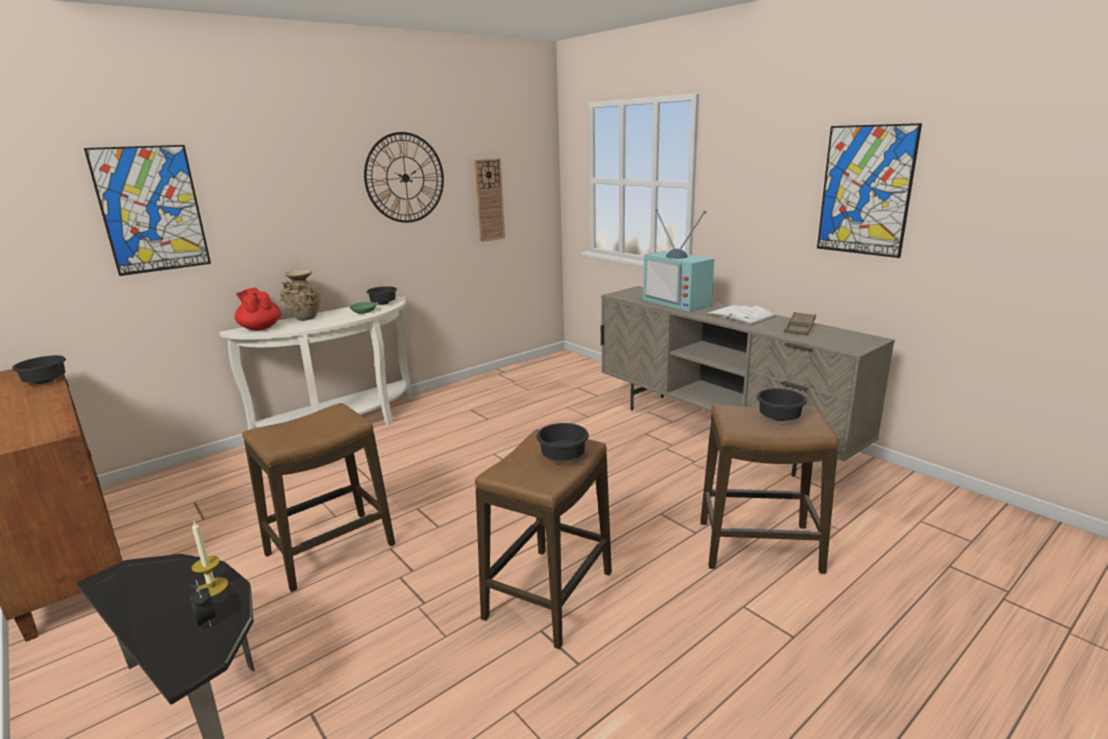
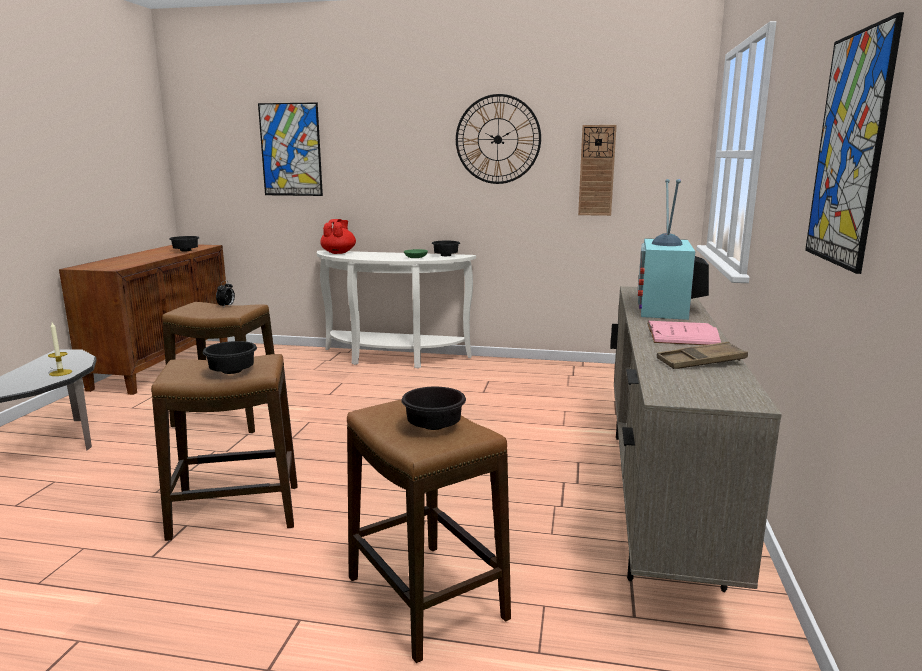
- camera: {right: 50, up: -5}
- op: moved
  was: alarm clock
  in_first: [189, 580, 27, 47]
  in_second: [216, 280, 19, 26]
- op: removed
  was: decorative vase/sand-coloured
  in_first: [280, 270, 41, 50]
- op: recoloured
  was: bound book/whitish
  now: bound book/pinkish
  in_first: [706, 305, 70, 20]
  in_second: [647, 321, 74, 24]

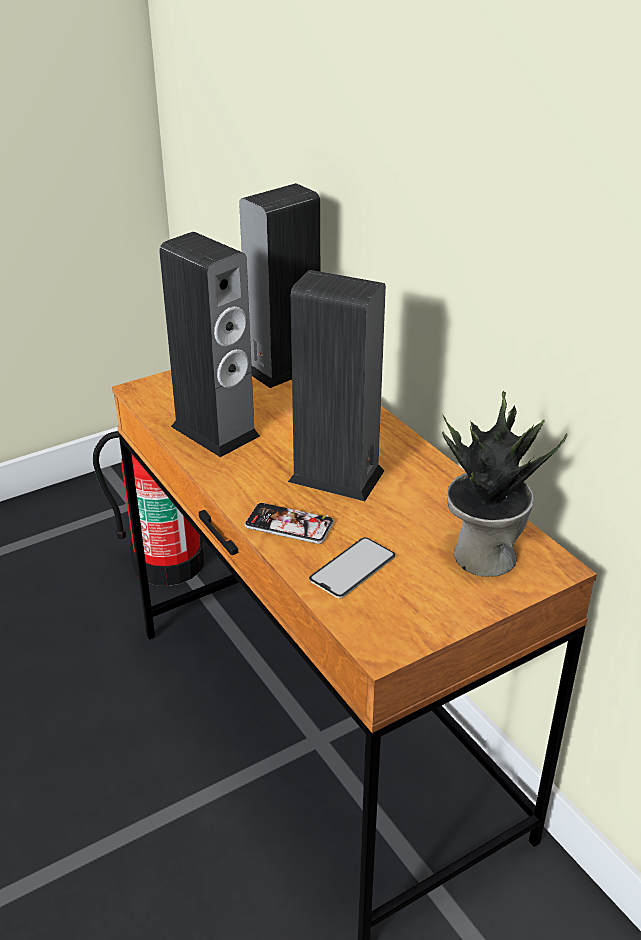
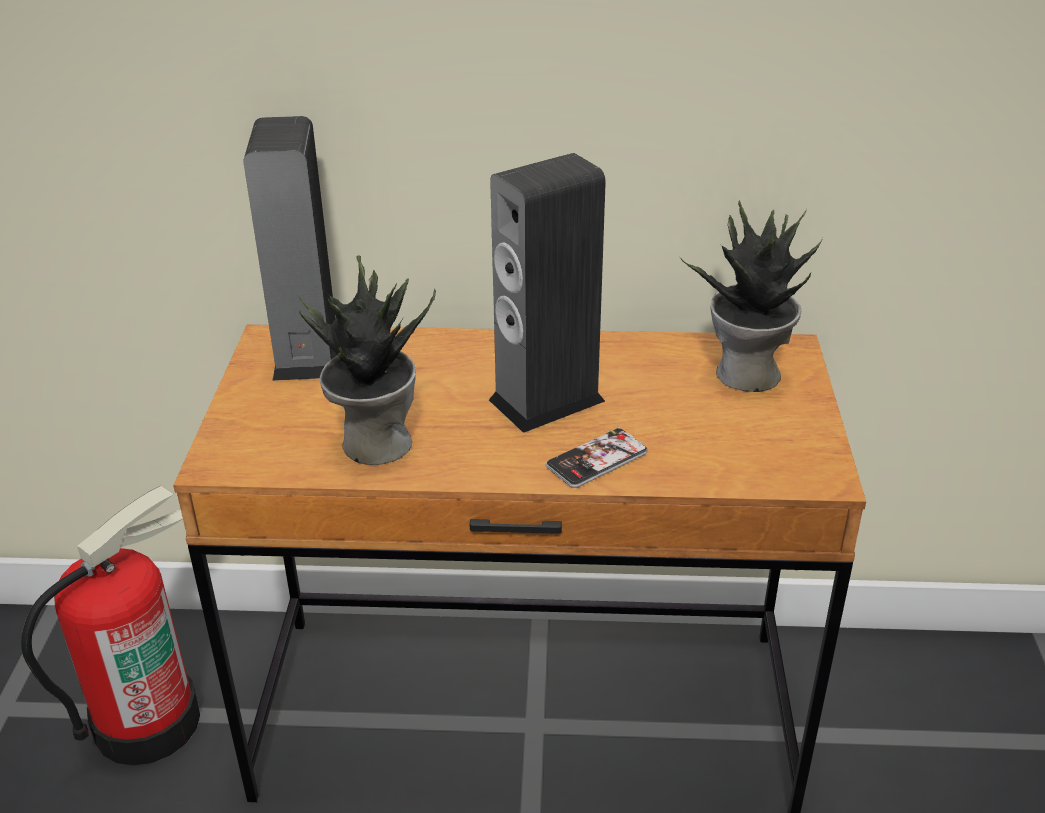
- camera: {right: -55, up: 0}
- op: replaced
  was: audio speaker
  now: houseplant
  in_first: [159, 232, 101, 225]
  in_second: [297, 255, 139, 210]
- op: removed
  was: phone
  in_first: [309, 537, 86, 61]

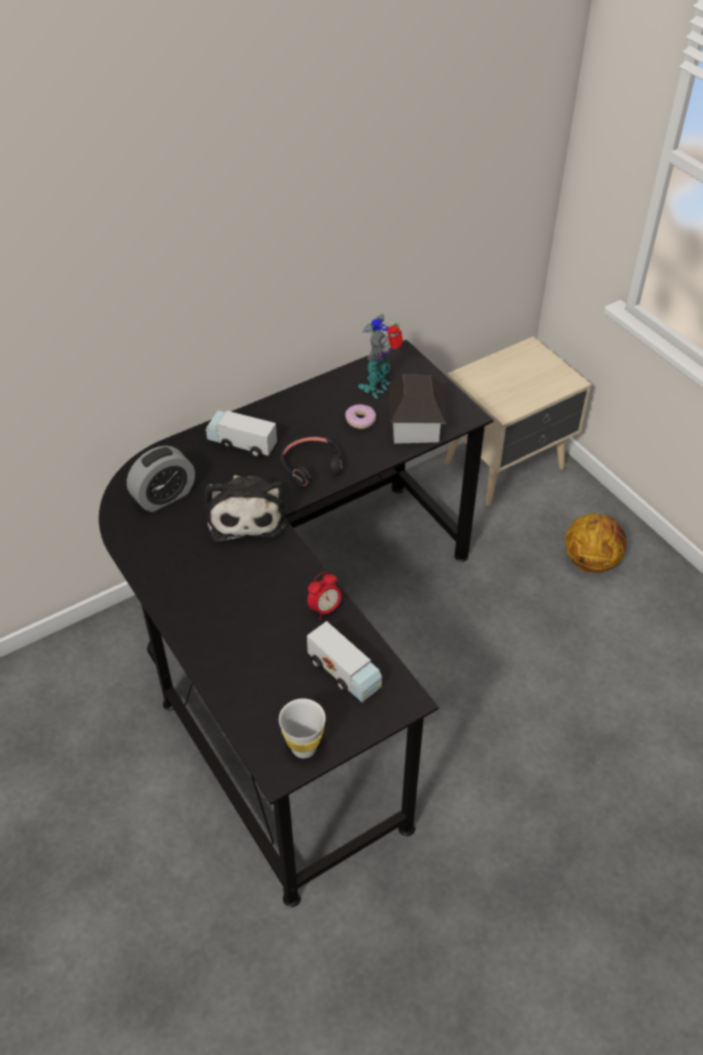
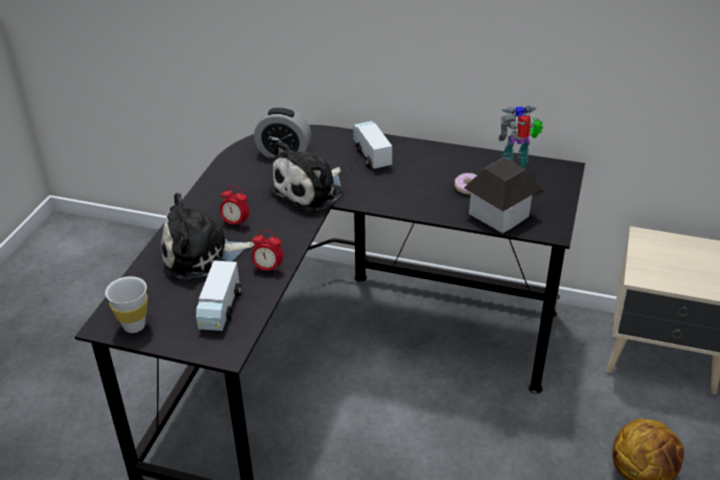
- camera: {right: 50, up: -10}
- op: removed
  was: headset/blackish
  in_first: [280, 436, 63, 51]
- op: added
  now: soft toy
  in_second: [161, 192, 94, 87]
- op: added
  now: alarm clock
  in_second: [220, 185, 29, 44]

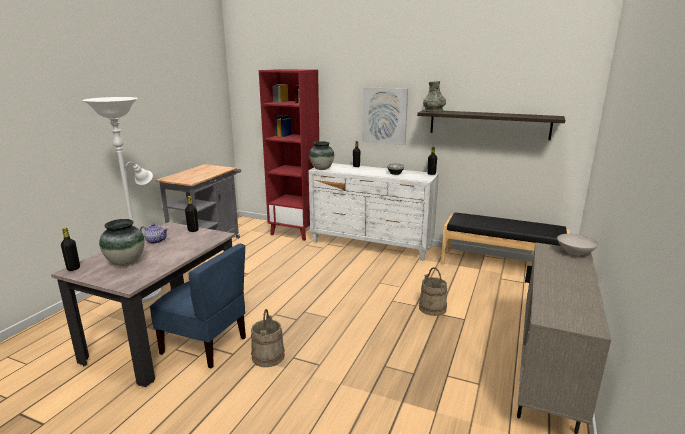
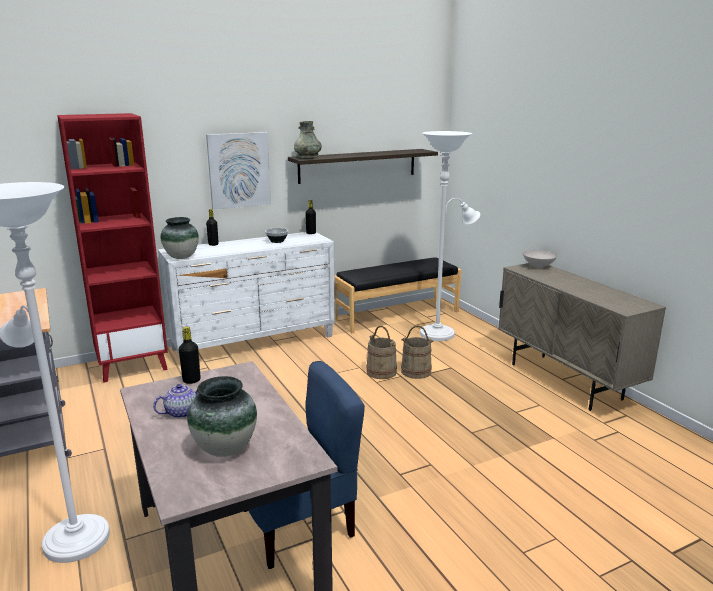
- camera: {right: -50, up: 0}
- op: removed
  was: bottle/blackish
  in_first: [61, 227, 19, 44]
- op: moved
  was: bucket/sand-coloured
  in_first: [251, 309, 34, 58]
  in_second: [366, 326, 31, 53]
- op: added
  now: floor lamp/whitish
  in_second: [420, 131, 60, 210]

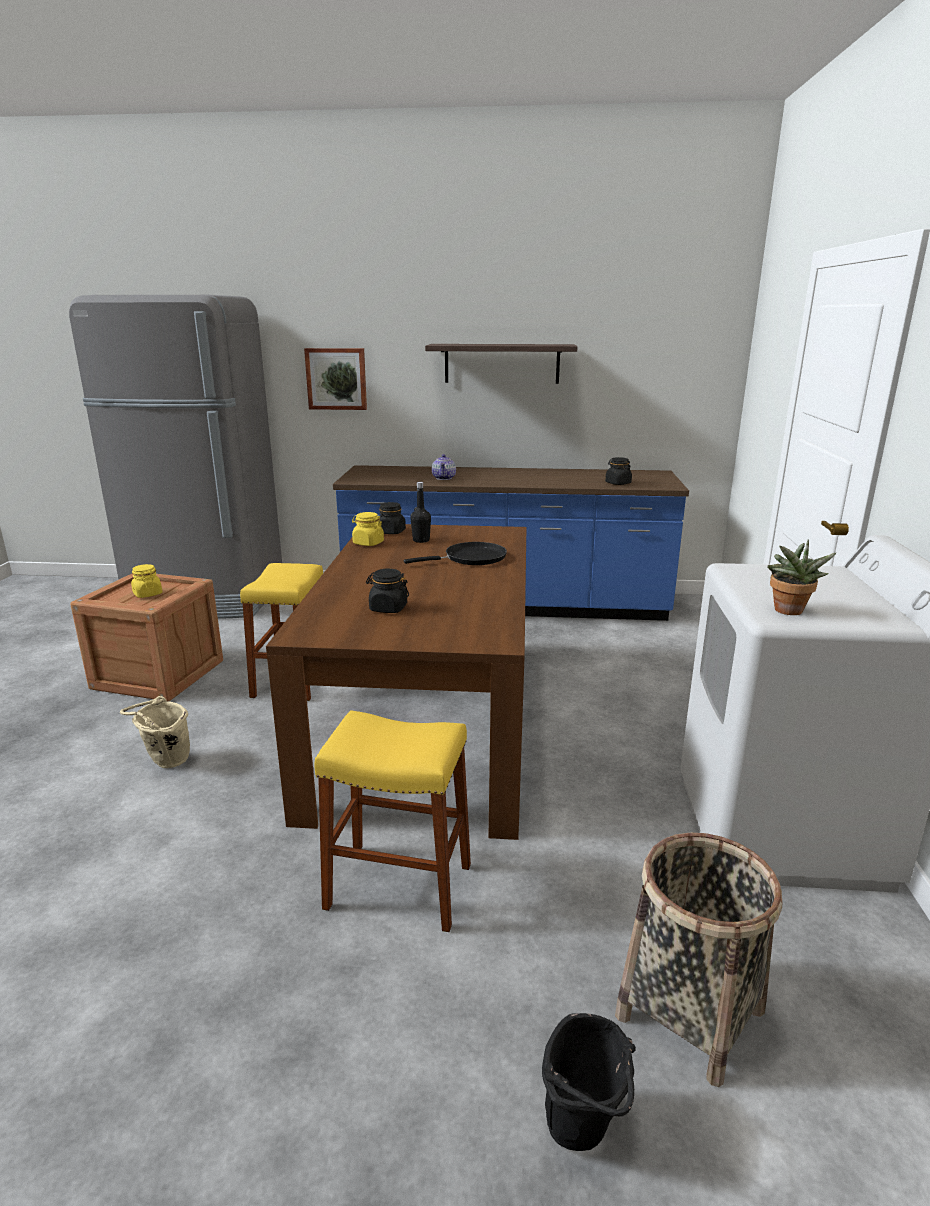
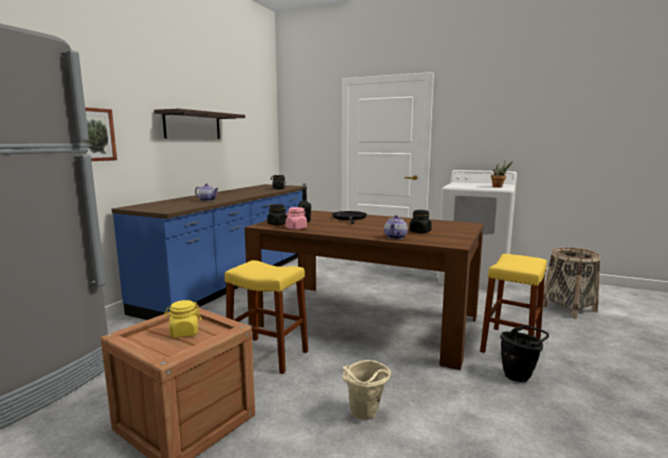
- camera: {right: -70, up: -10}
- op: recoloured
  was: storage jar/yellowish
  now: storage jar/pinkish
  in_first: [352, 512, 32, 34]
  in_second: [285, 207, 22, 23]
- op: moved
  was: bucket/blackish
  in_first: [542, 1013, 94, 138]
  in_second: [500, 325, 49, 57]
- op: added
  now: tea pot
  in_second: [384, 215, 24, 24]

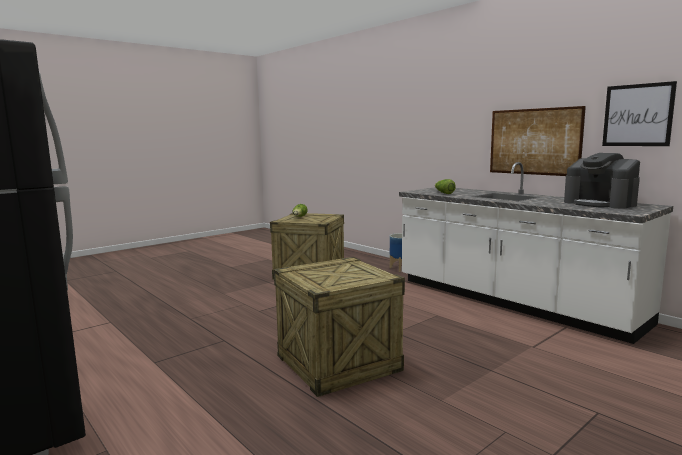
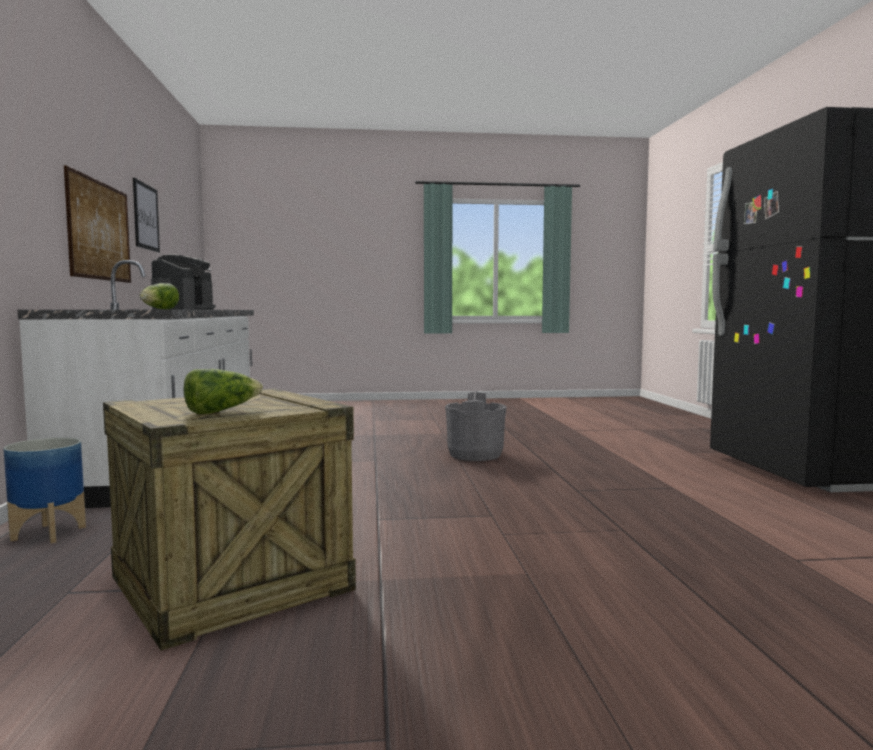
- camera: {right: -145, up: -5}
- op: replaced
  was: shipping crate
  now: bucket/gray
  in_first: [274, 257, 131, 140]
  in_second: [445, 391, 61, 70]

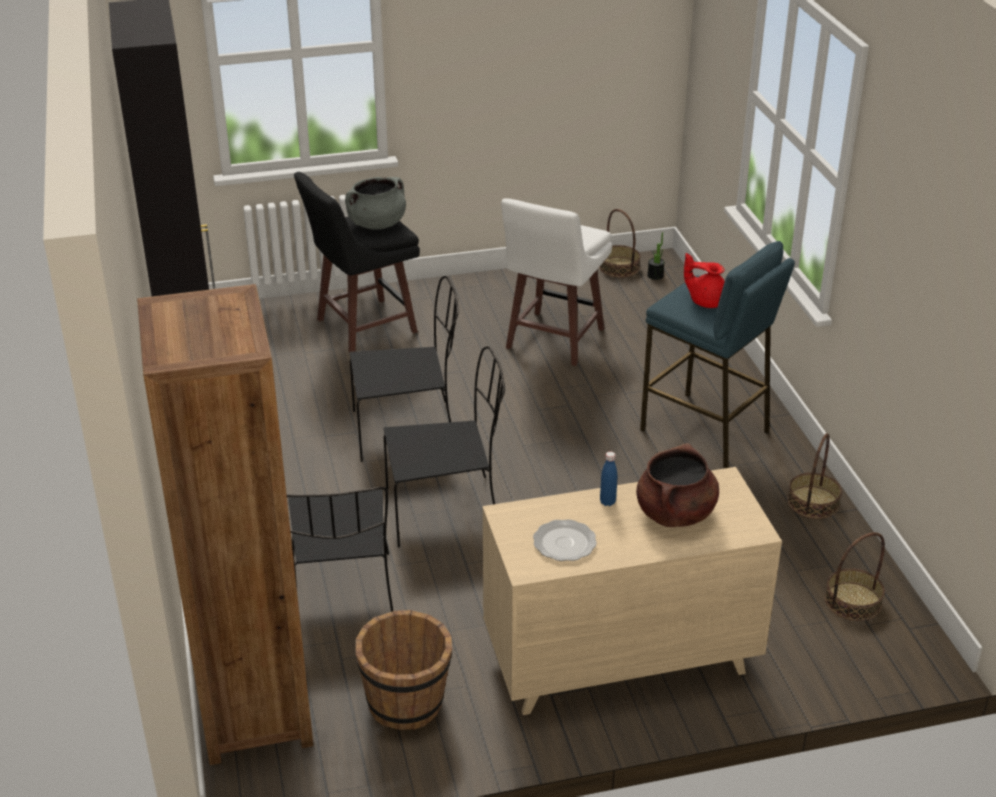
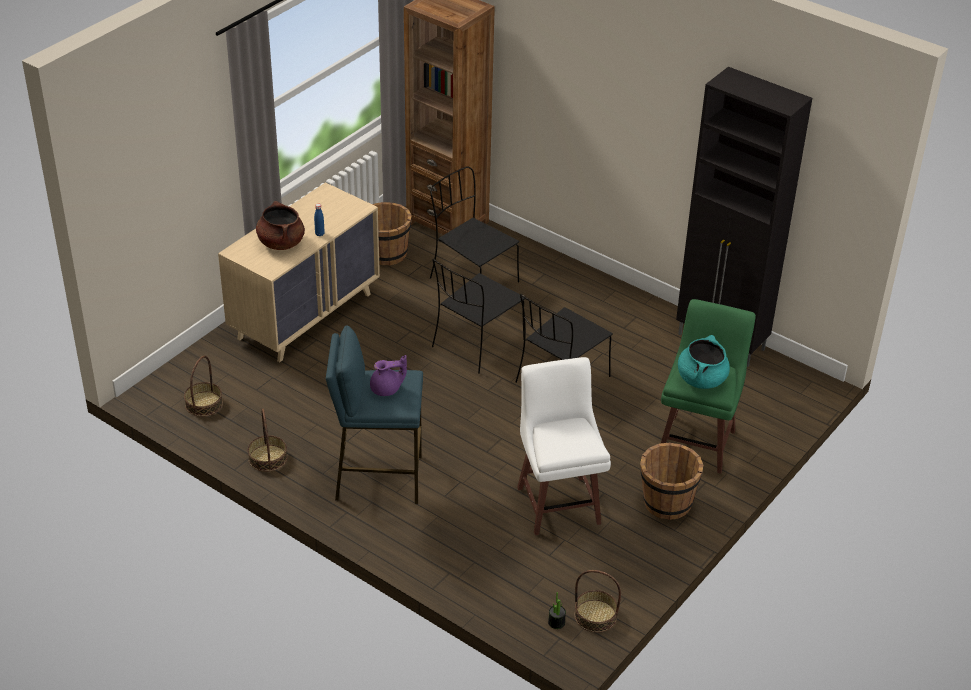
- camera: {right: 140, up: 5}
- op: recoloured
  was: sitting stool/blackish
  now: sitting stool/green
  in_first: [294, 172, 126, 181]
  in_second: [661, 299, 95, 175]
- op: recoloured
  was: stockpot/gray
  now: stockpot/turquoise
  in_first: [345, 177, 61, 52]
  in_second: [678, 335, 52, 54]
- op: removed
  was: flat dish
  in_first: [533, 519, 64, 42]
- op: recoloured
  was: tea pot/red-coloured
  now: tea pot/purple
  in_first: [684, 253, 41, 55]
  in_second: [370, 355, 37, 41]
- op: added
  now: bucket/brown-coloured
  in_second: [640, 443, 63, 77]

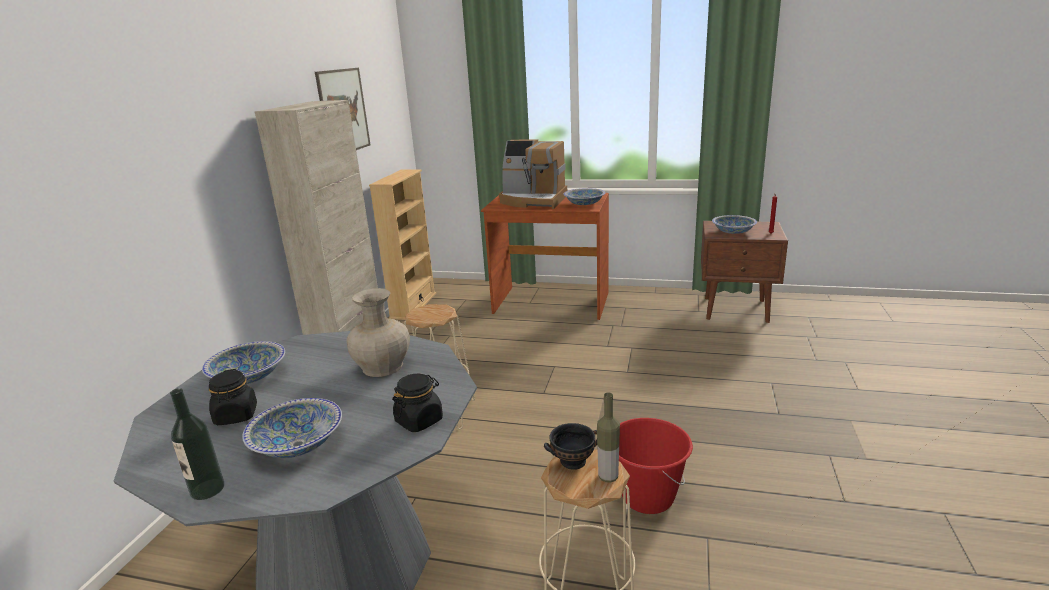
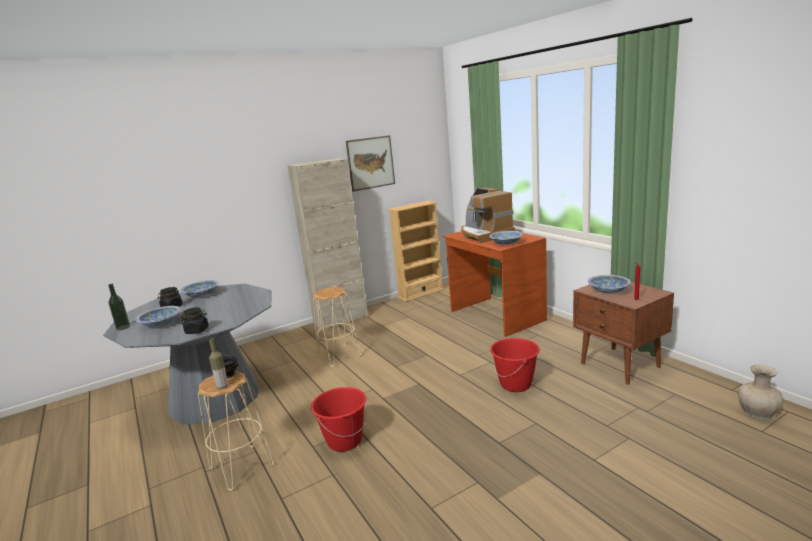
- camera: {right: 45, up: -5}
- op: moved
  was: decorative vase/sand-coloured
  in_first: [346, 288, 64, 89]
  in_second: [738, 365, 46, 55]
- op: added
  now: bucket/red-coloured
  in_second: [490, 338, 50, 54]

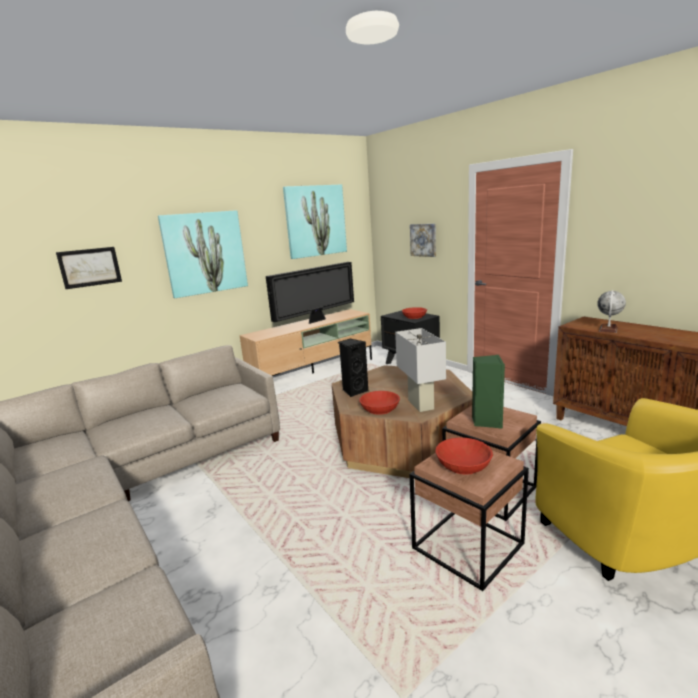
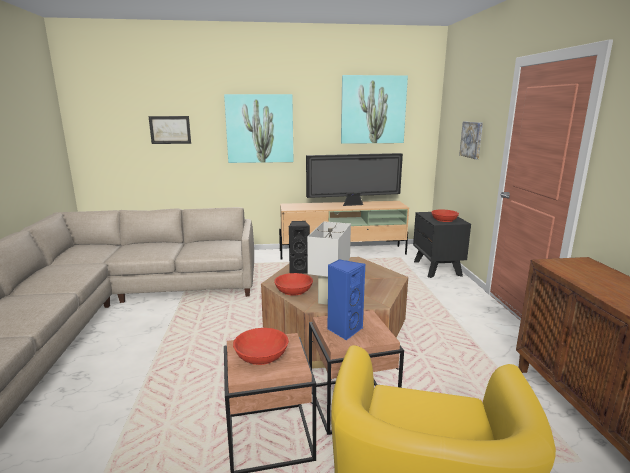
- camera: {right: 30, up: 0}
- op: recoloured
  was: audio speaker/green
  now: audio speaker/blue
  in_first: [472, 355, 33, 74]
  in_second: [327, 259, 38, 82]
- op: removed
  was: globe
  in_first: [597, 290, 29, 43]

